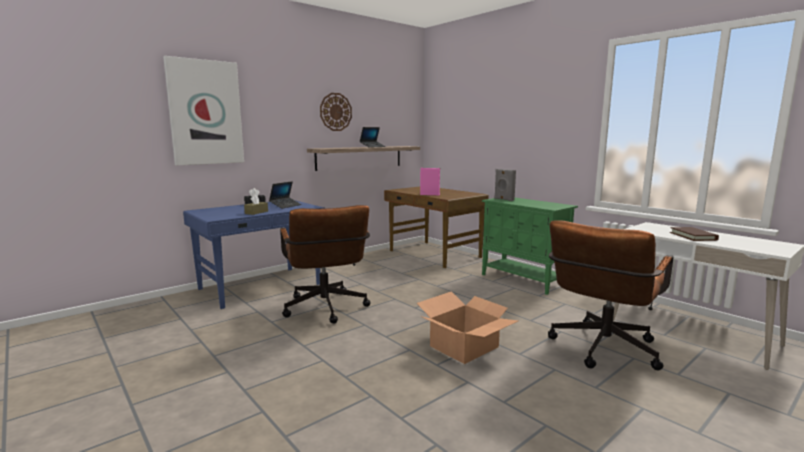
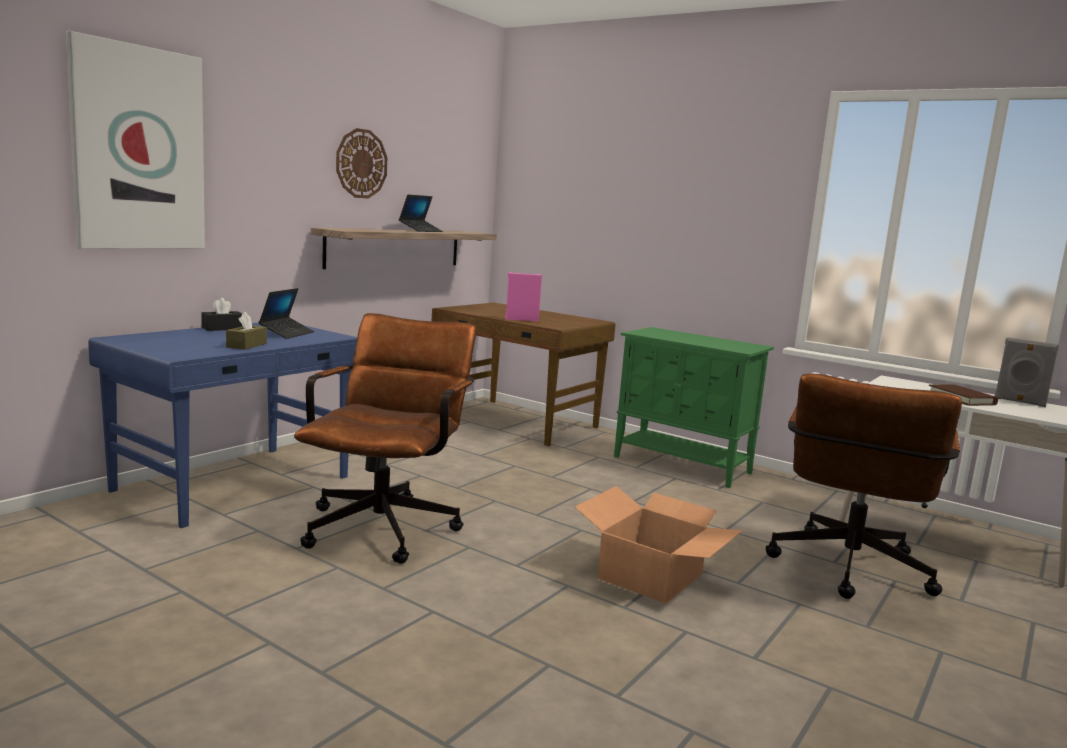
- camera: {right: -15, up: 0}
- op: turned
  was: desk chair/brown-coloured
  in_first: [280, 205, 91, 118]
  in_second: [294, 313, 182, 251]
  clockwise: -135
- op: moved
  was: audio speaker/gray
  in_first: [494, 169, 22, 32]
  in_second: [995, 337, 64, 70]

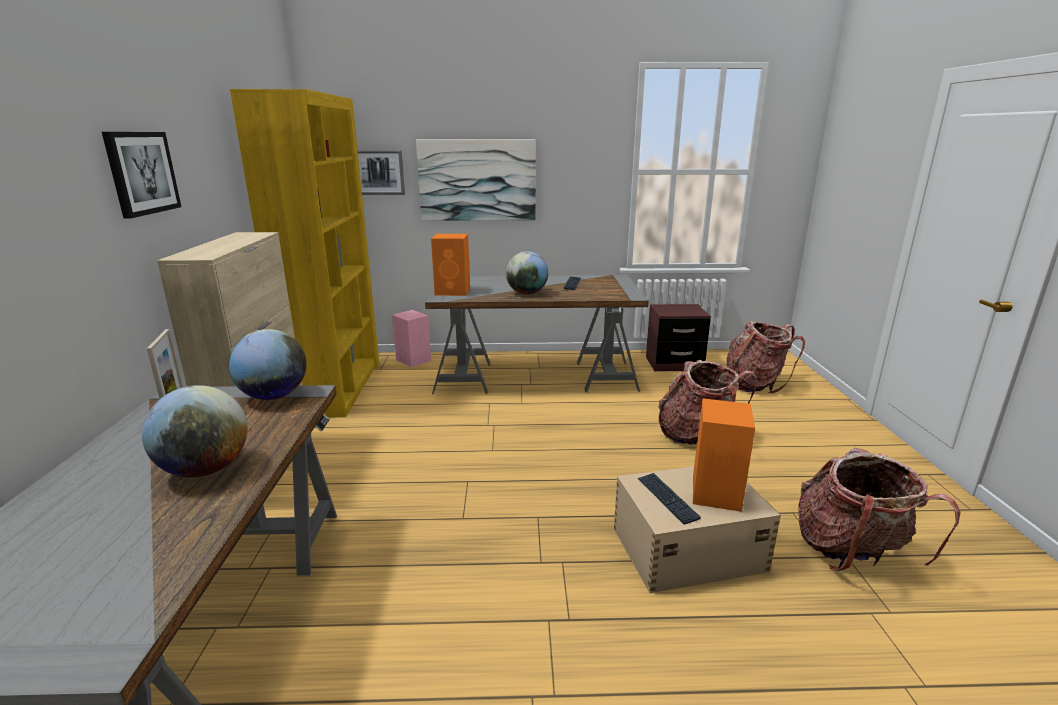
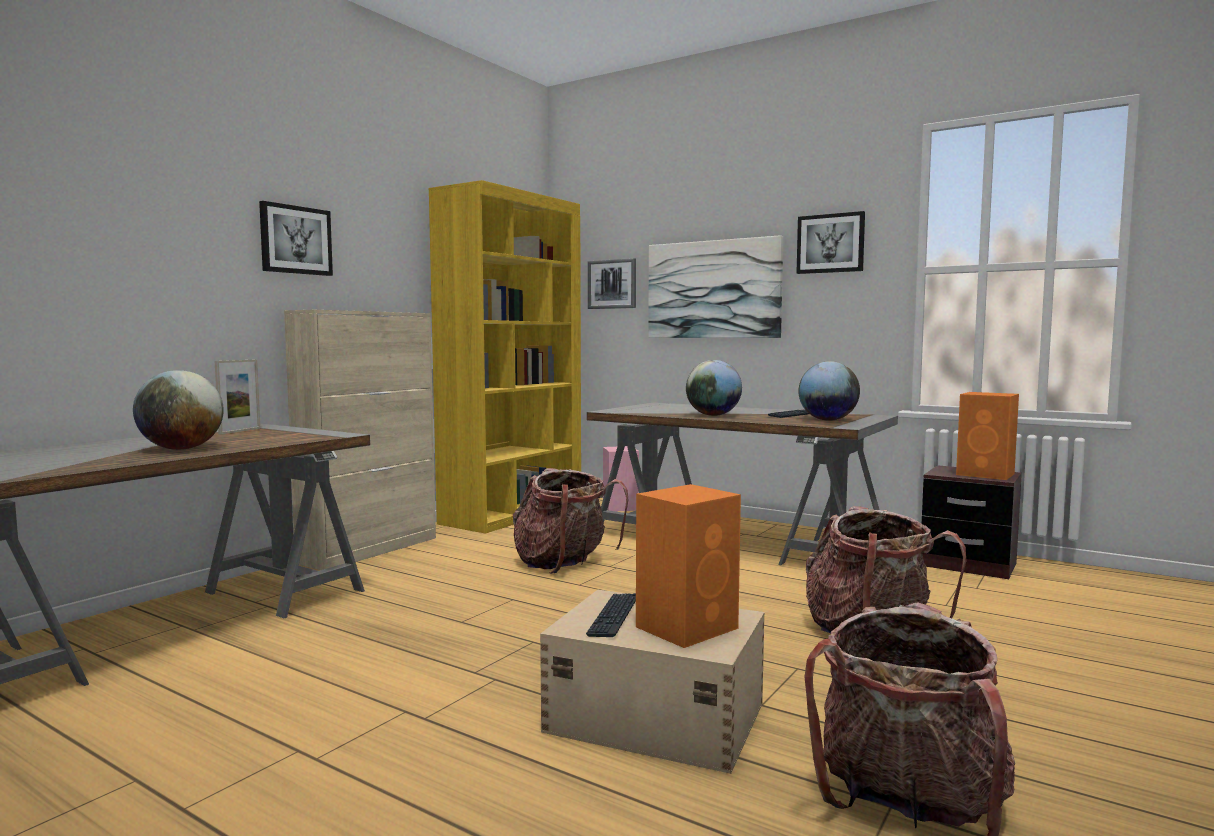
- camera: {right: 35, up: -15}
- op: moved
  was: globe
  in_first: [229, 329, 77, 71]
  in_second: [798, 361, 62, 60]
- op: moved
  was: audio speaker/orange-coloured
  in_first: [431, 234, 39, 62]
  in_second: [956, 392, 63, 88]
- op: moved
  was: backpack
  in_first: [726, 321, 79, 73]
  in_second: [513, 468, 115, 106]
- op: added
  now: picture
  in_second: [796, 211, 69, 63]

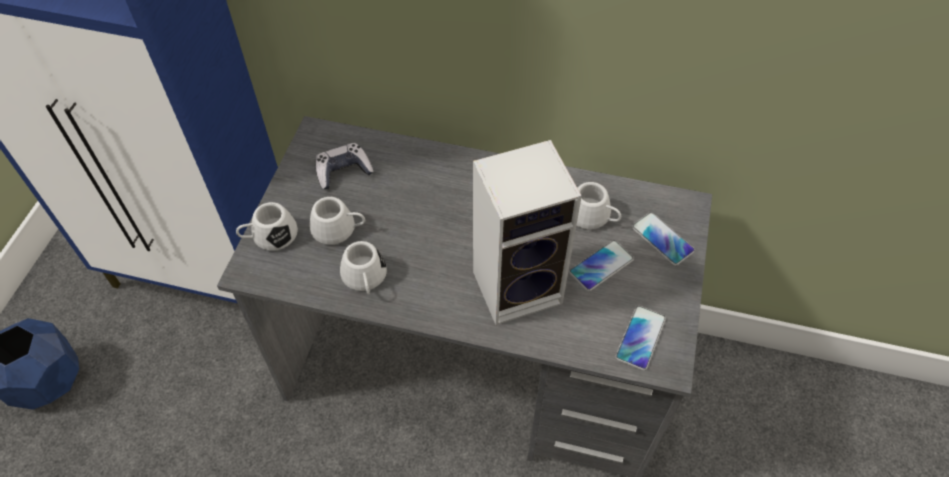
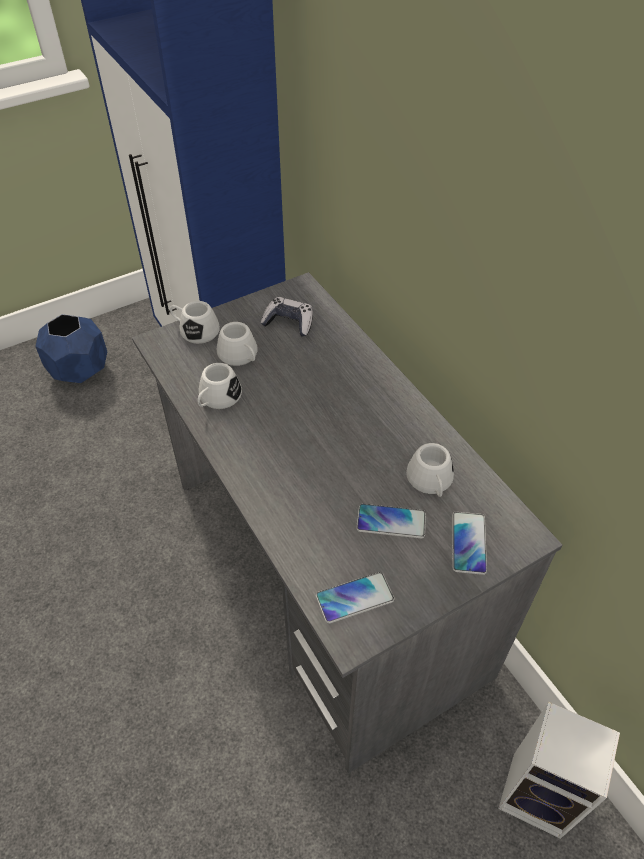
- camera: {right: 45, up: -5}
- op: moved
  was: audio speaker
  in_first: [473, 140, 109, 185]
  in_second: [498, 701, 122, 138]

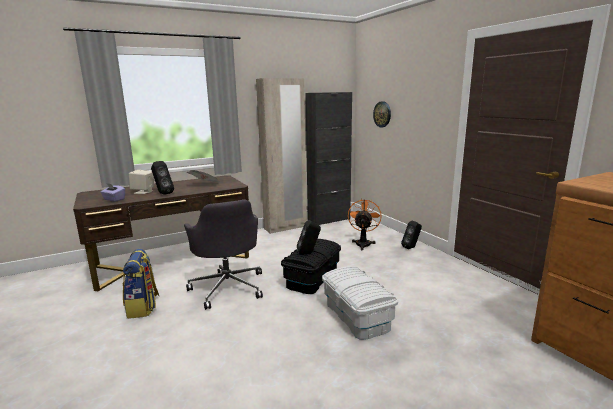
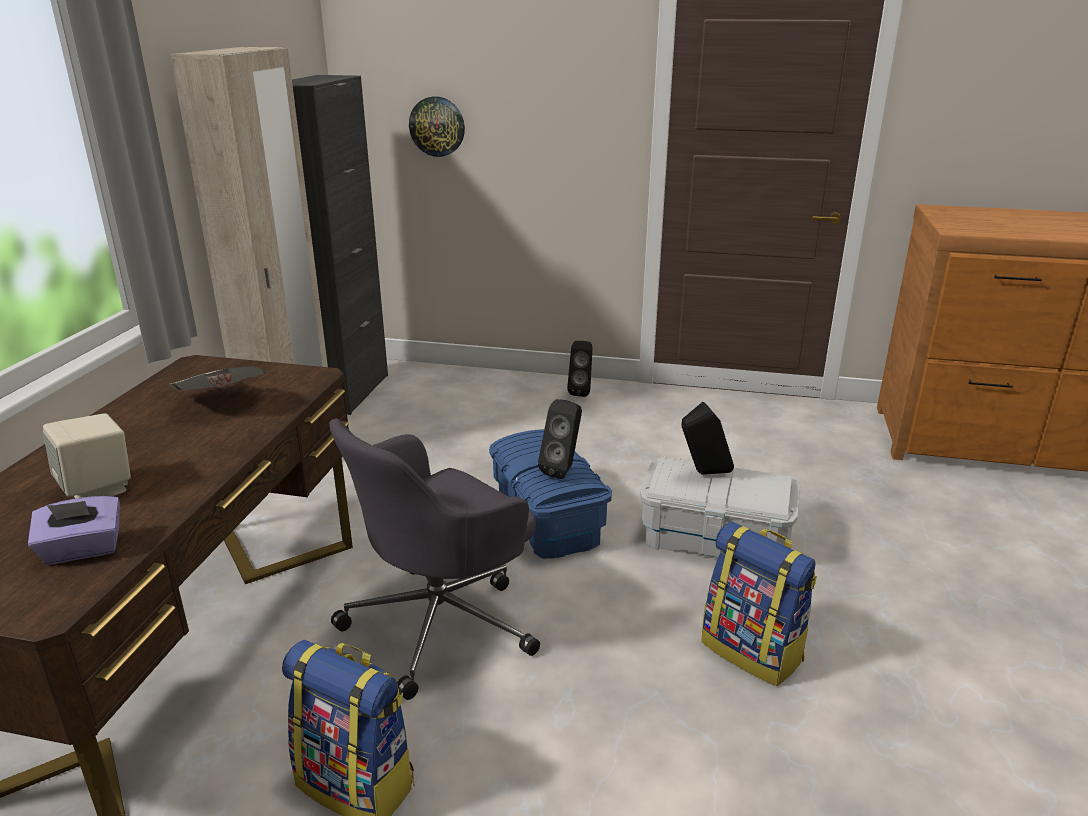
- camera: {right: -50, up: 10}
- op: moved
  was: audio speaker/blackish
  in_first: [151, 161, 23, 34]
  in_second: [682, 402, 52, 73]
- op: turned
  was: desk chair/gray
  in_first: [184, 200, 79, 110]
  in_second: [329, 419, 211, 281]
  clockwise: 120
- op: recoloured
  was: storage bin/blackish
  now: storage bin/blue
  in_first: [281, 239, 60, 55]
  in_second: [489, 429, 123, 130]
- op: removed
  was: fan/orange-coloured
  in_first: [348, 198, 34, 52]
- op: added
  now: backpack
  in_second: [701, 522, 116, 164]

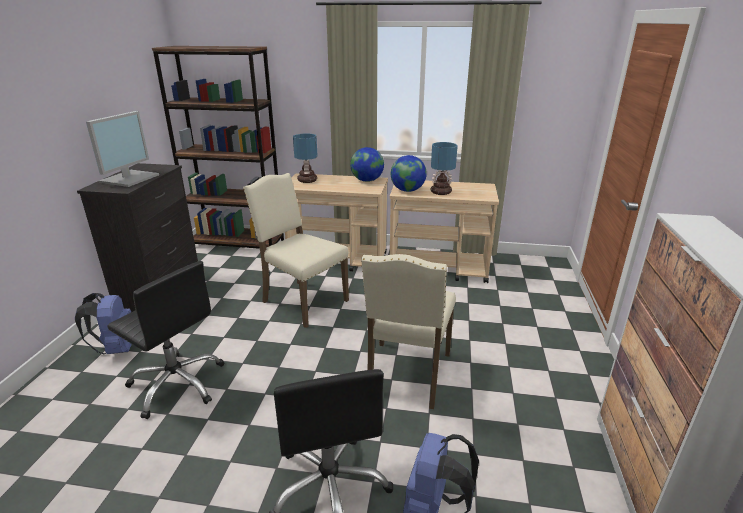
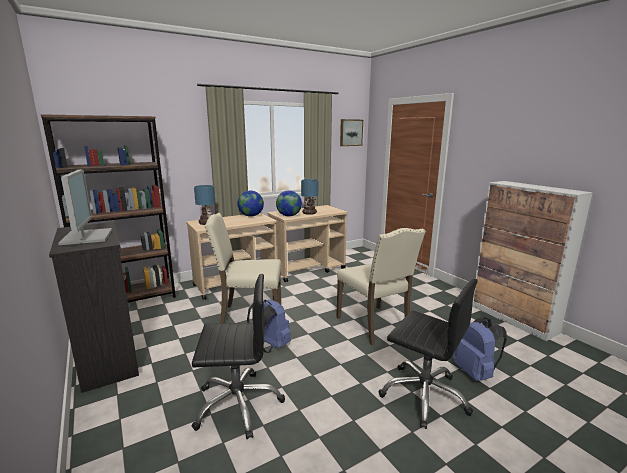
- camera: {right: -40, up: -10}
- op: moved
  was: backpack/blue
  in_first: [75, 293, 57, 61]
  in_second: [247, 300, 44, 53]
- op: added
  now: picture
  in_second: [340, 119, 23, 27]

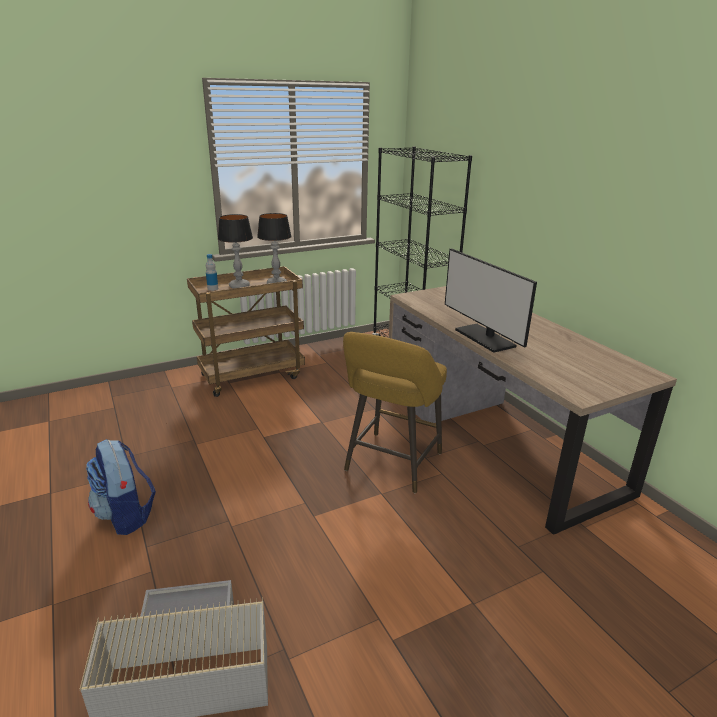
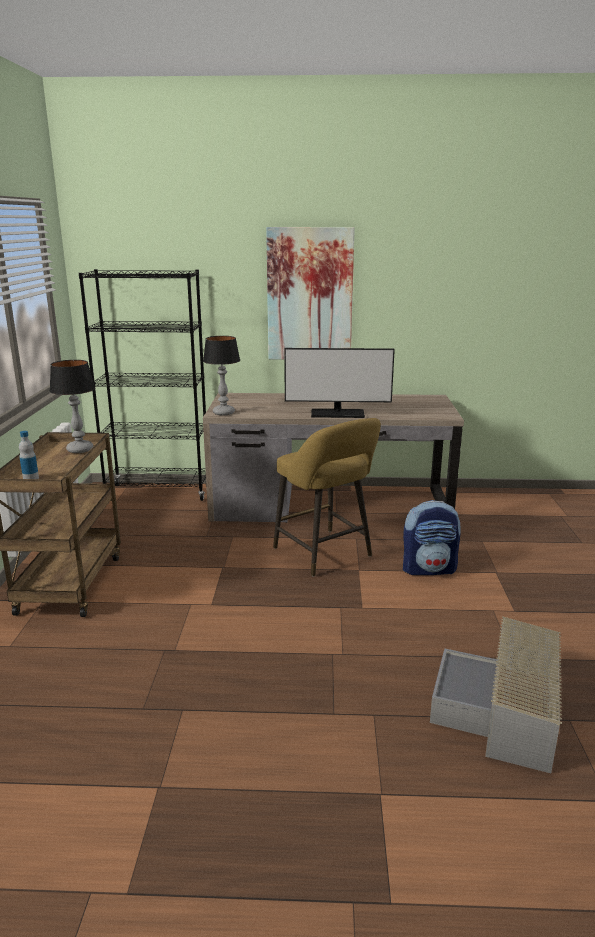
- camera: {right: -60, up: -5}
- op: moved
  was: backpack
  in_first: [86, 439, 70, 96]
  in_second: [403, 500, 58, 75]
- op: moved
  was: table lamp
  in_first: [218, 214, 35, 74]
  in_second: [203, 336, 37, 79]
- op: added
  now: picture
  in_second: [266, 227, 89, 132]

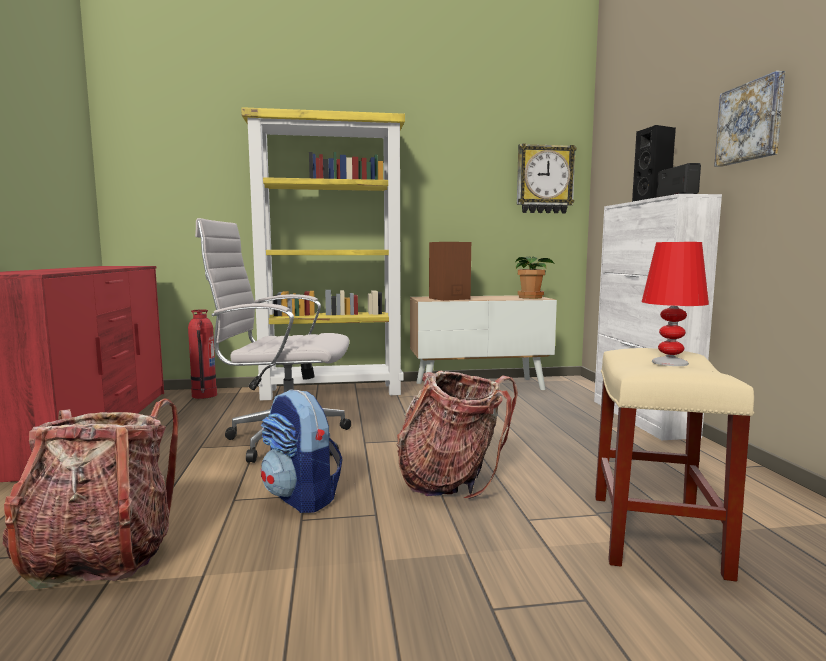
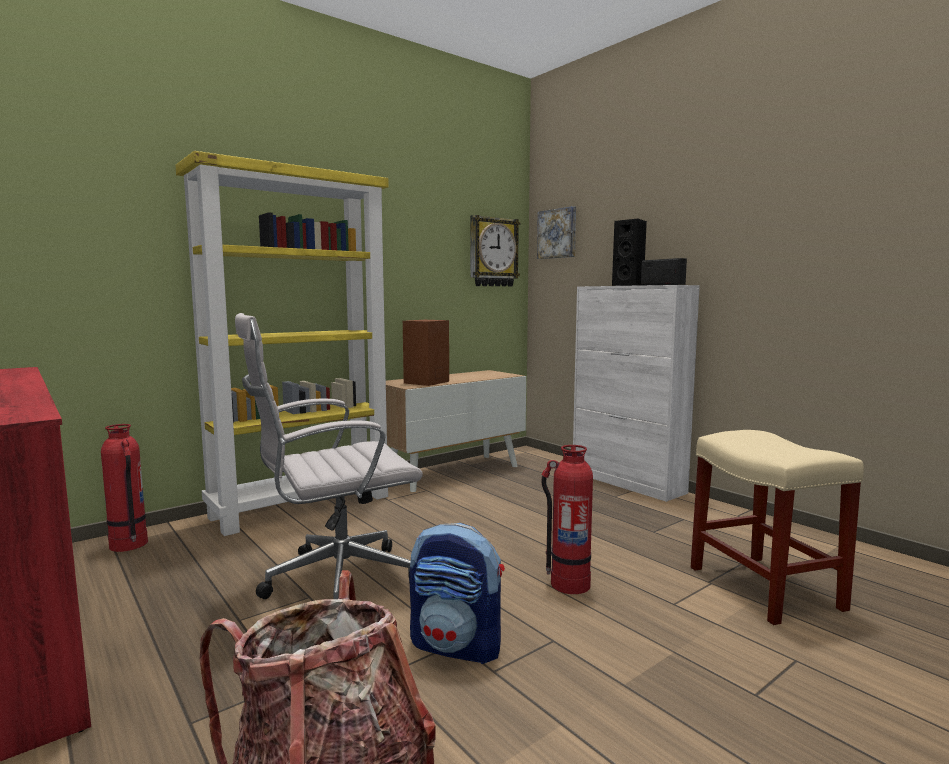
- camera: {right: -30, up: 0}
- op: replaced
  was: backpack
  now: fire-fighting cylinder
  in_first: [396, 371, 122, 128]
  in_second: [541, 445, 52, 149]
- op: removed
  was: houseplant
  in_first: [516, 257, 38, 42]
- op: removed
  was: table lamp/red-coloured
  in_first: [642, 242, 67, 124]
- op: moved
  was: picture
  in_first: [714, 71, 71, 96]
  in_second: [537, 206, 39, 53]

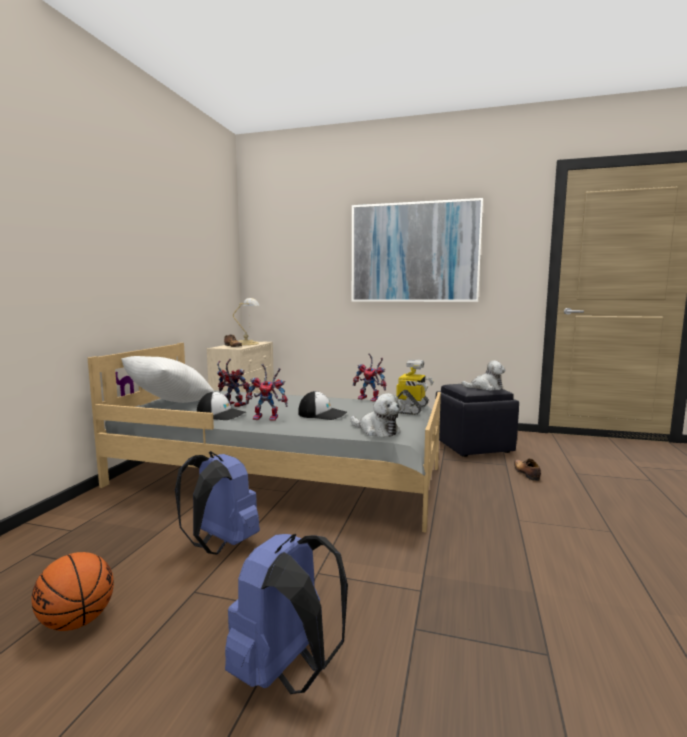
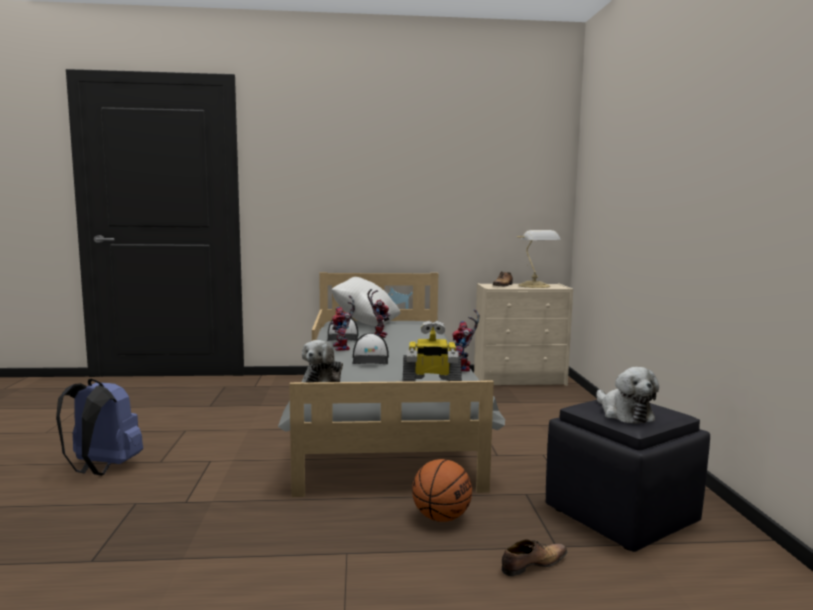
- camera: {right: 70, up: 0}
- op: moved
  was: basketball ball
  in_first: [31, 552, 83, 79]
  in_second: [412, 459, 60, 63]
- op: removed
  was: backpack/blue
  in_first: [175, 451, 85, 104]
- op: removed
  was: picture
  in_first: [352, 198, 131, 104]

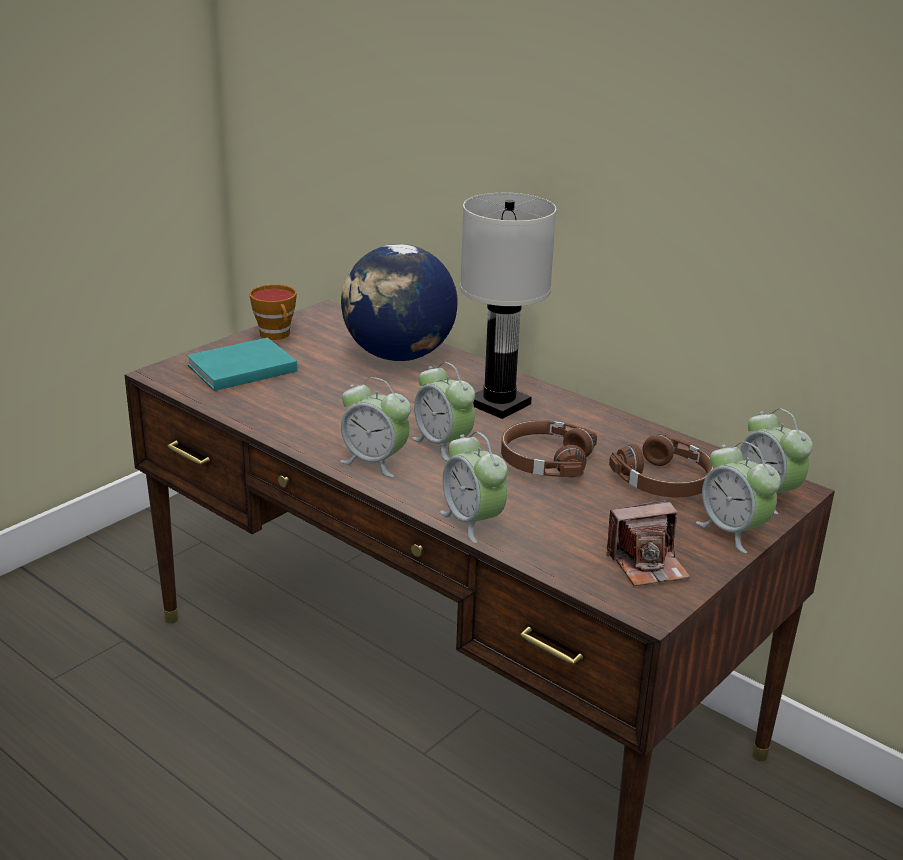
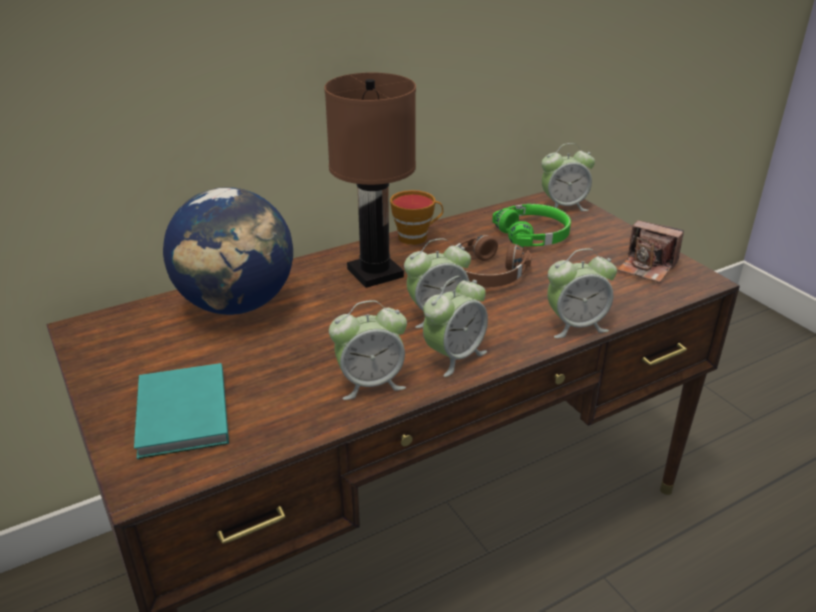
- camera: {right: -70, up: 5}
- op: moved
  was: cup
  in_first: [249, 284, 48, 56]
  in_second: [390, 190, 53, 55]
- op: recoloured
  was: table lamp/whitish
  now: table lamp/brown-coloured
  in_first: [460, 193, 97, 226]
  in_second: [324, 73, 92, 215]
- op: turned
  was: photo camera
  in_first: [606, 500, 84, 86]
  in_second: [617, 220, 67, 63]
  clockwise: 120
- op: recoloured
  was: headset/brown-coloured
  now: headset/green
  in_first: [609, 434, 105, 64]
  in_second: [492, 204, 79, 43]
- op: moved
  was: alarm clock
  in_first: [696, 441, 85, 112]
  in_second: [329, 300, 78, 100]

